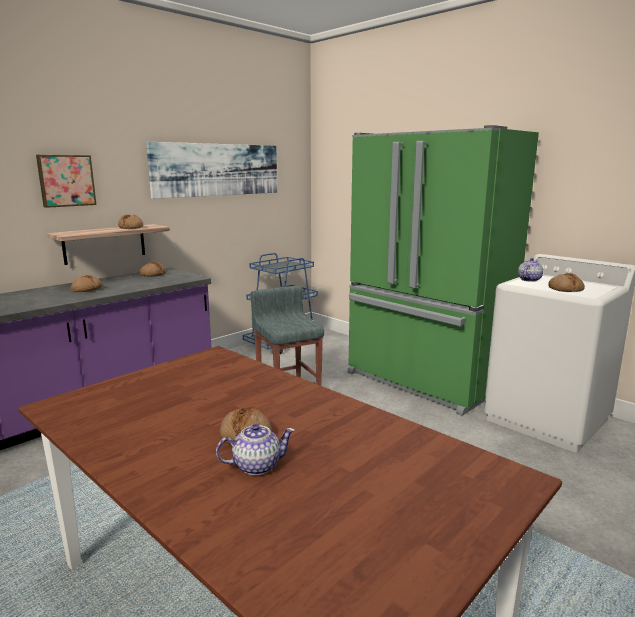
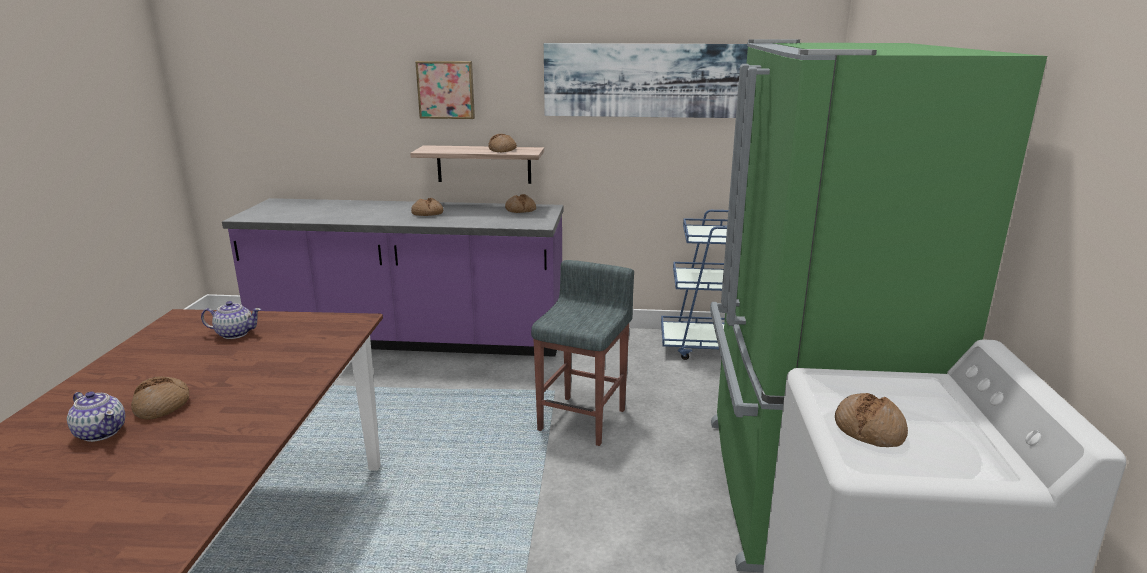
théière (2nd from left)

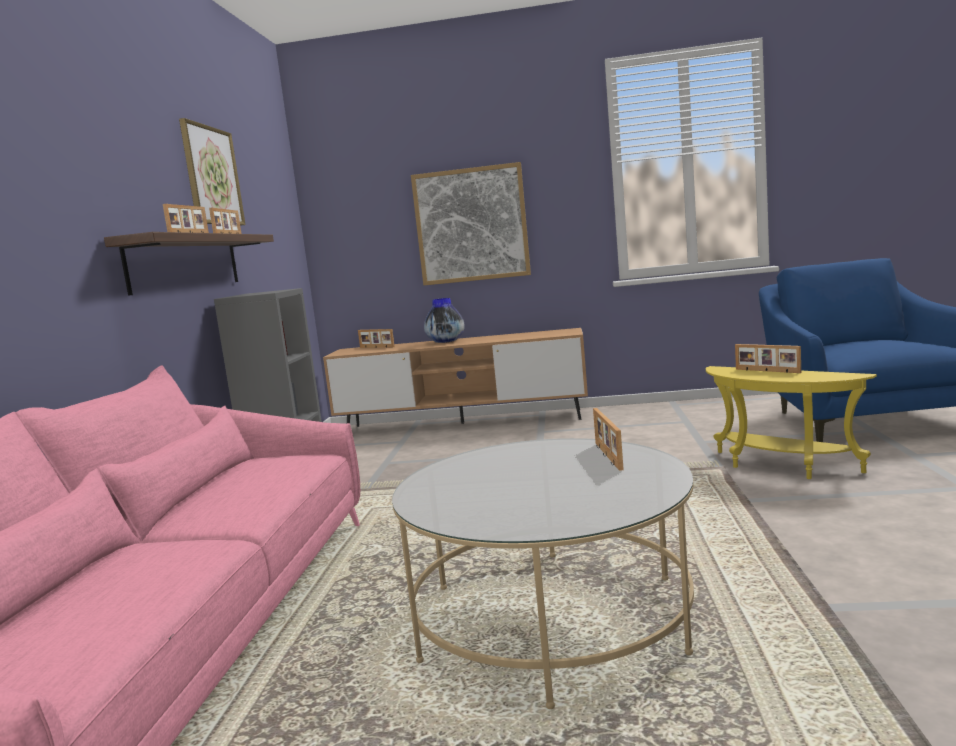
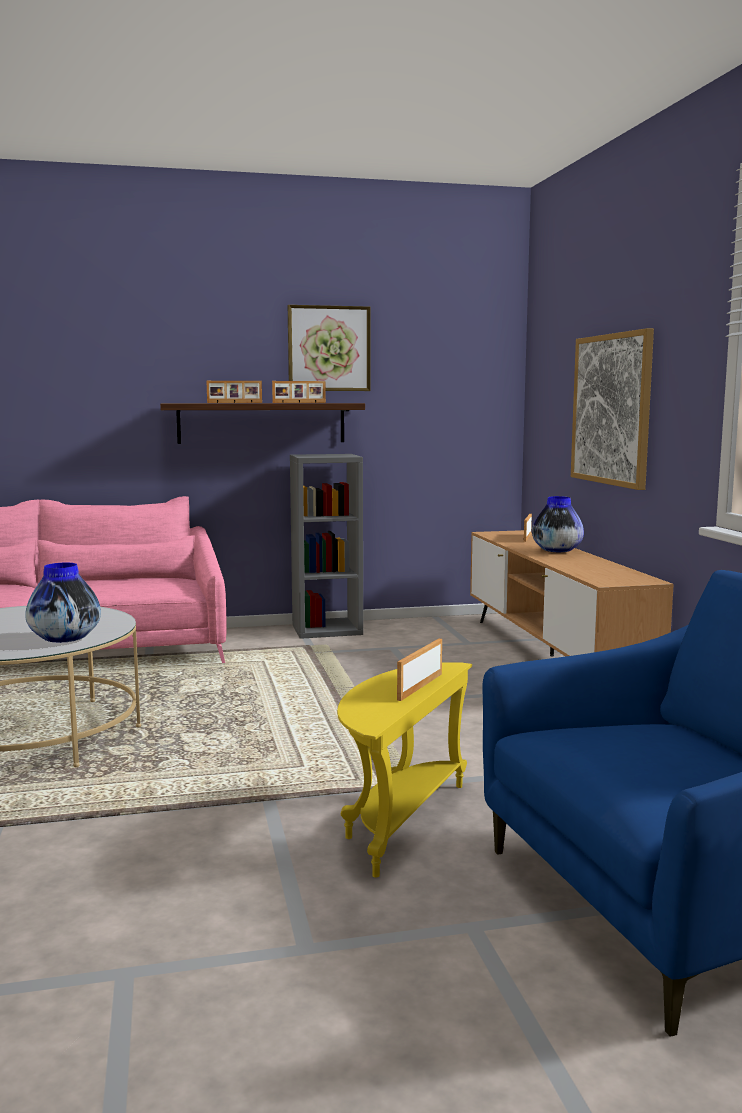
vase (1st from left)

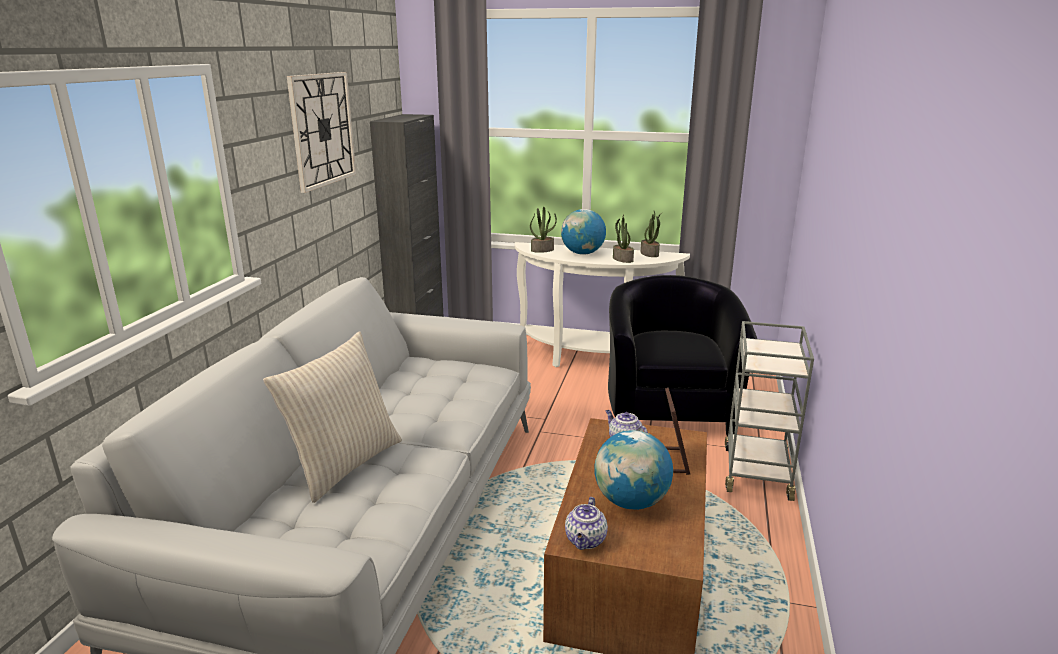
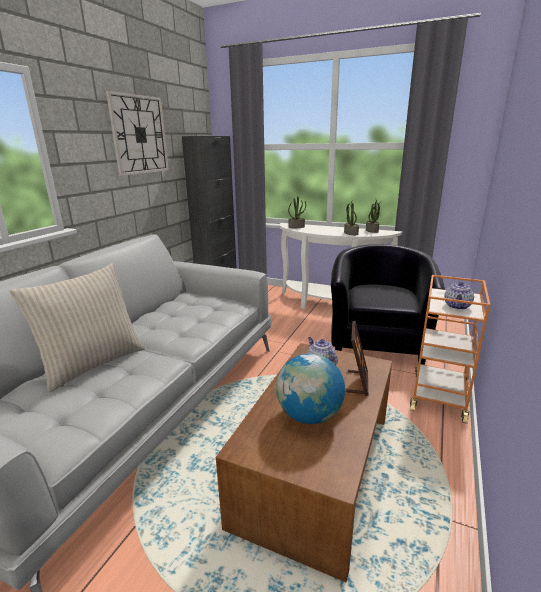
globe (1st from left in the first image)
théière (2nd from left)
chariot (orange)

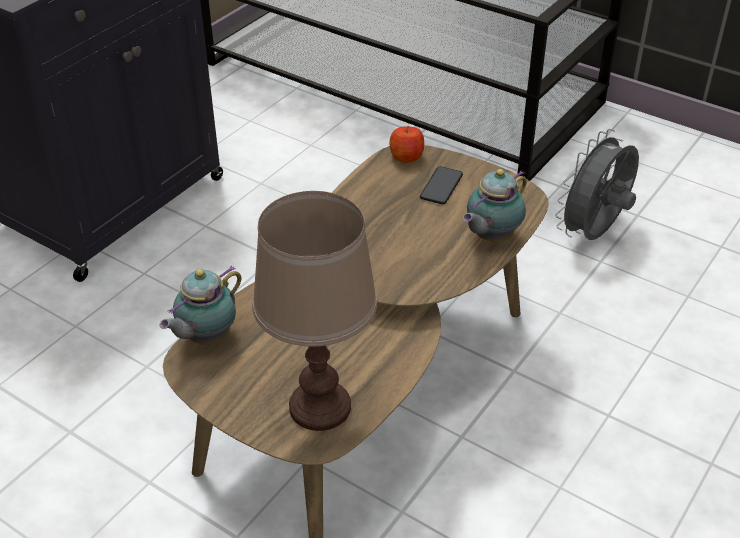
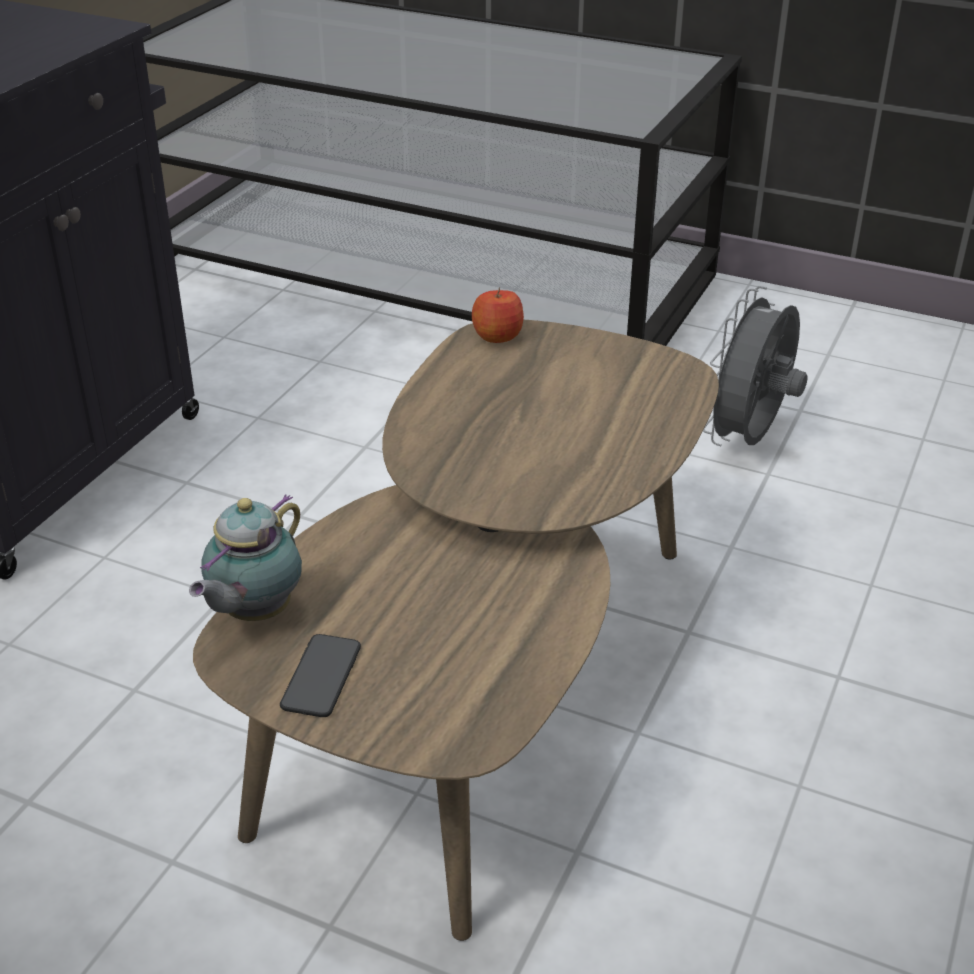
lampe de table (marron)
théière (2nd from left in the first image)
téléphone

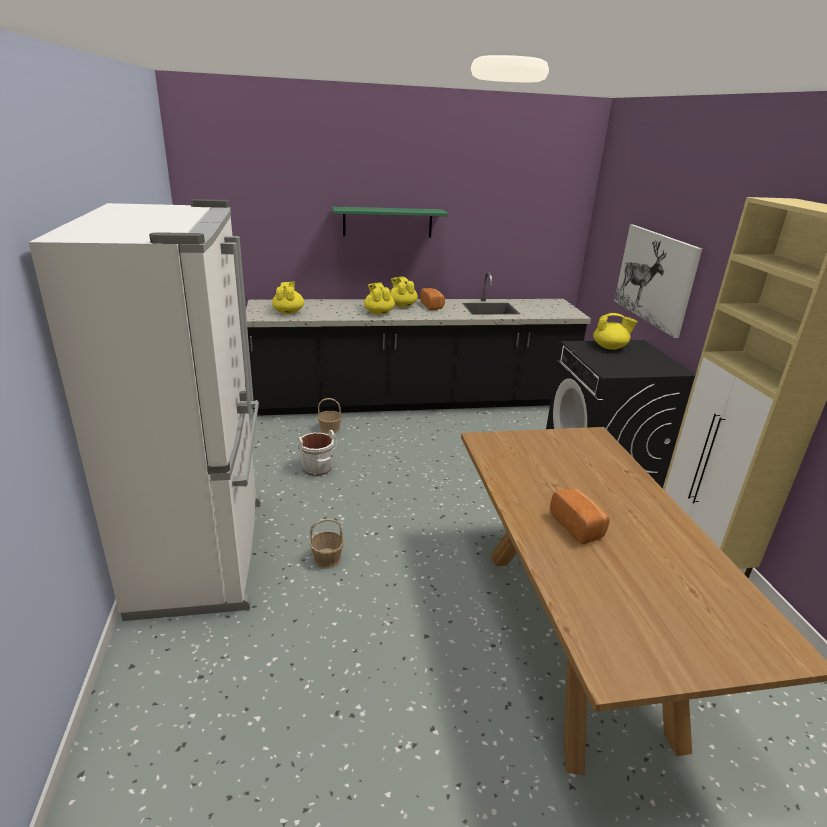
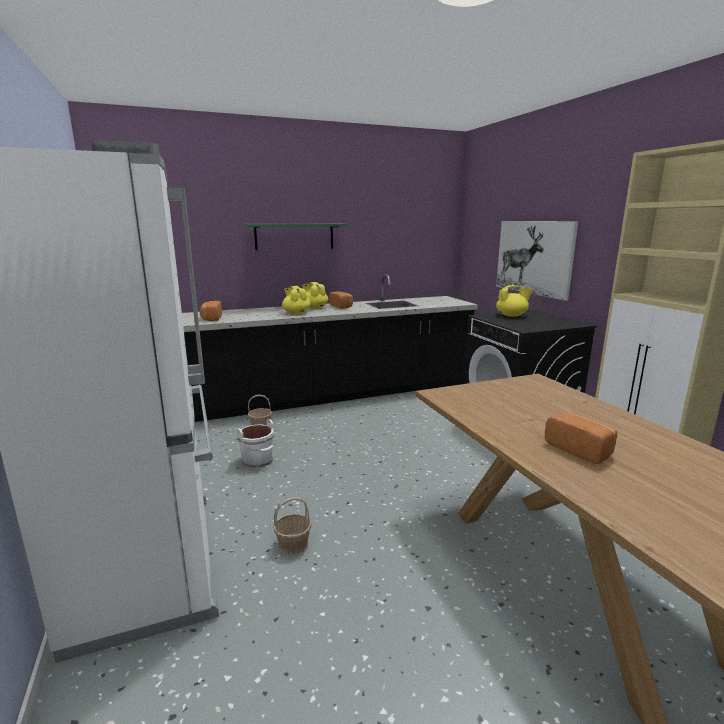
pain (1st from left)

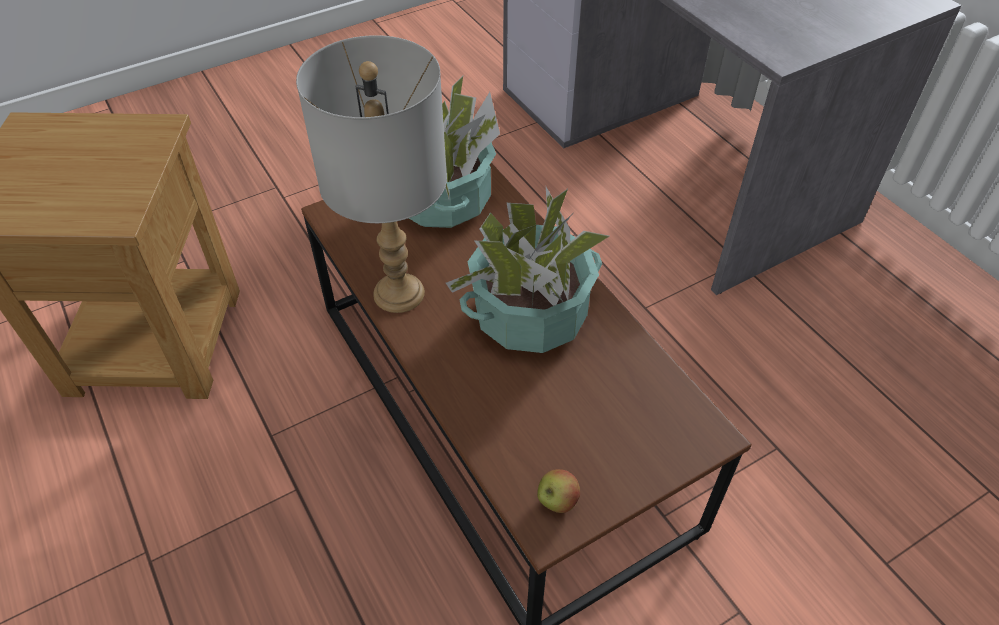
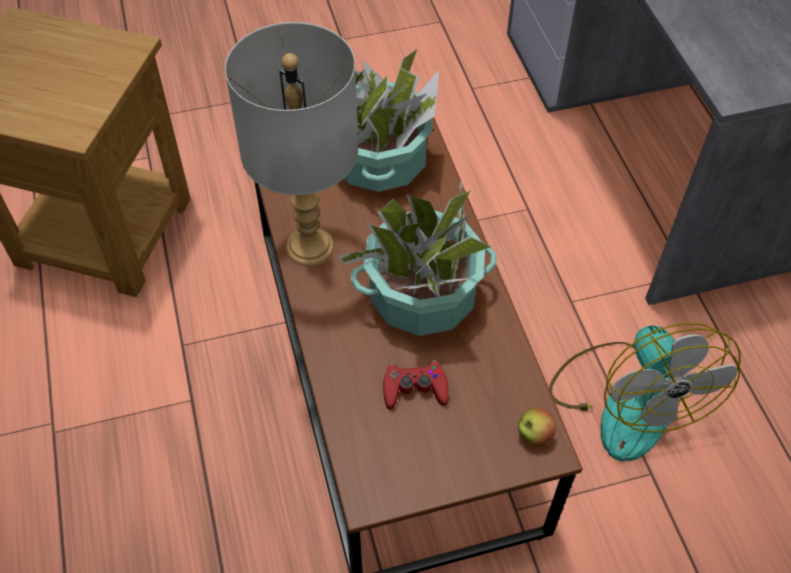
manette (rouge)
ventilateur
pomme

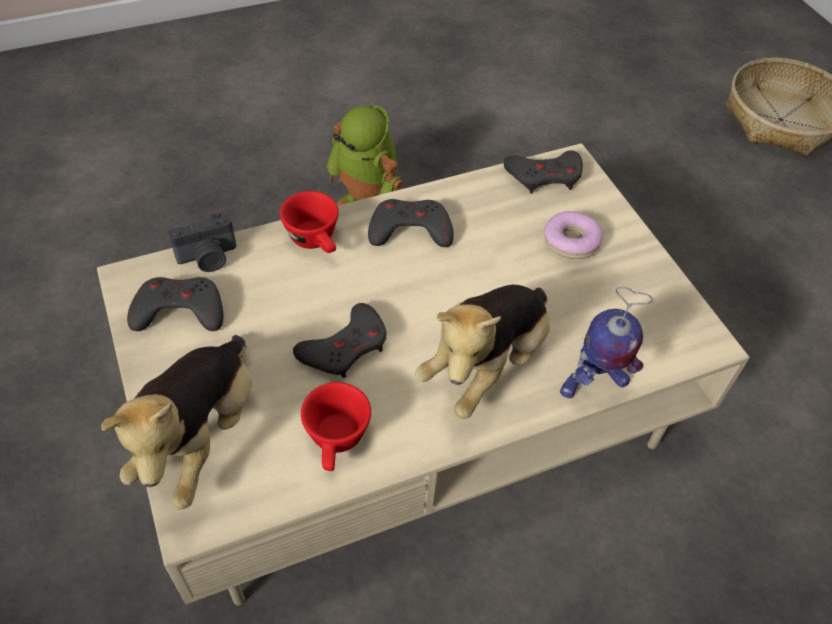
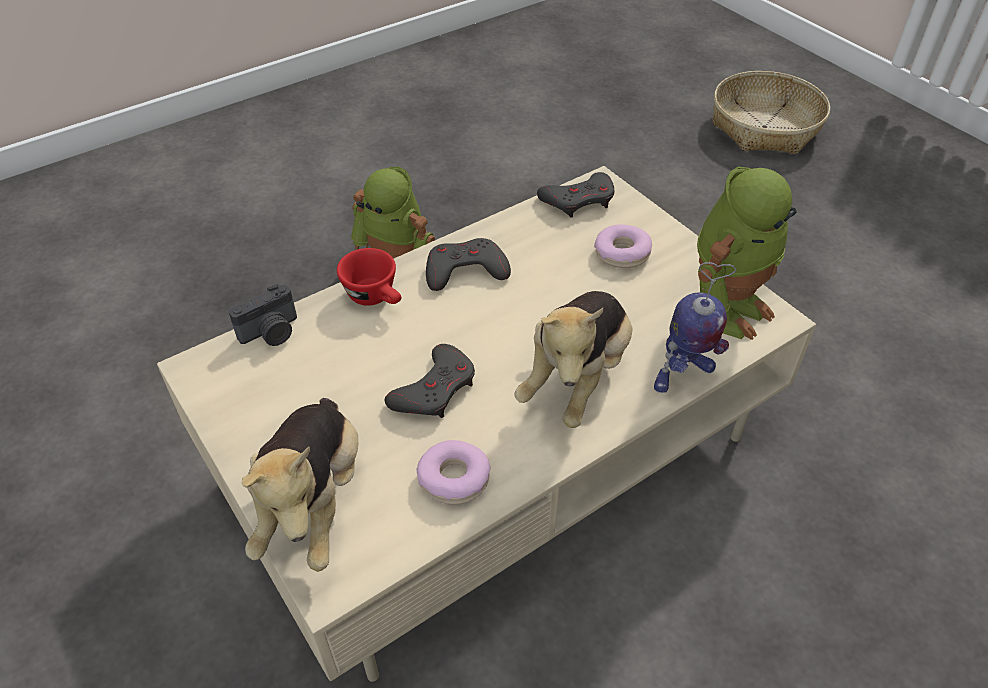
manette (gris) (1st from left in the first image)
robot jouet (3rd from left)
beignet (1st from left)

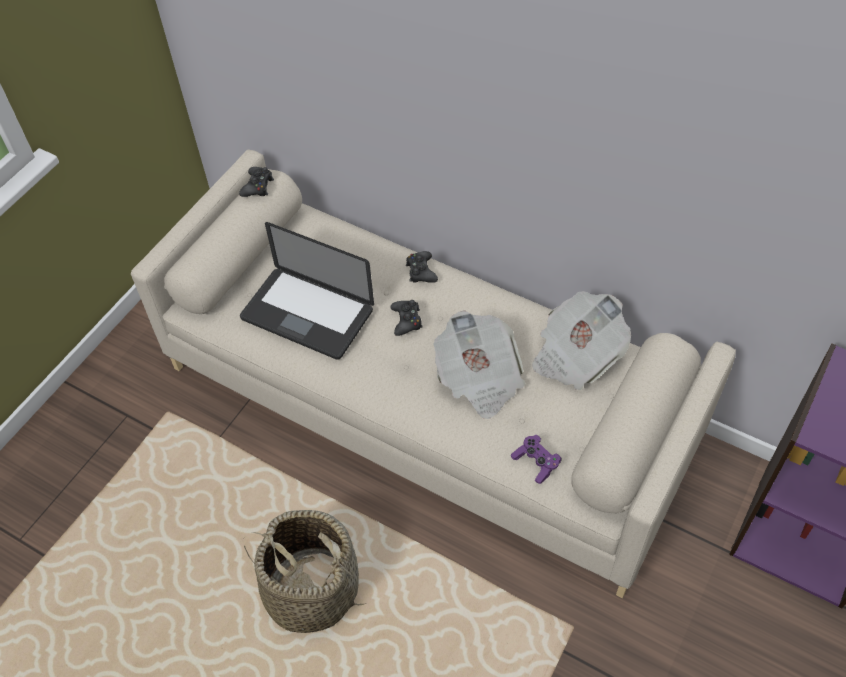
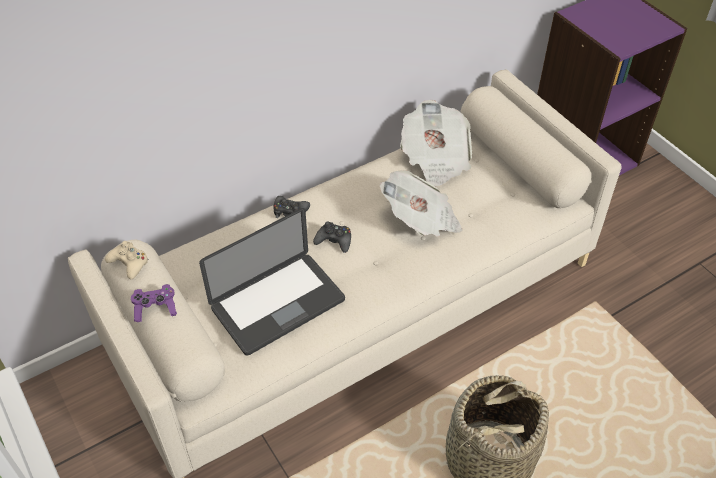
manette (violet)
manette (beige)

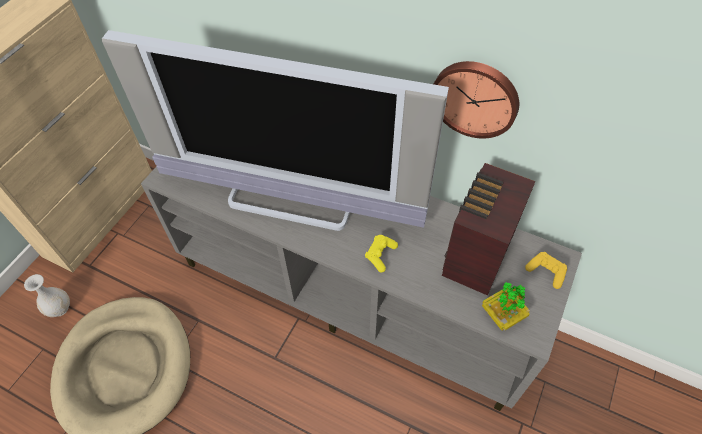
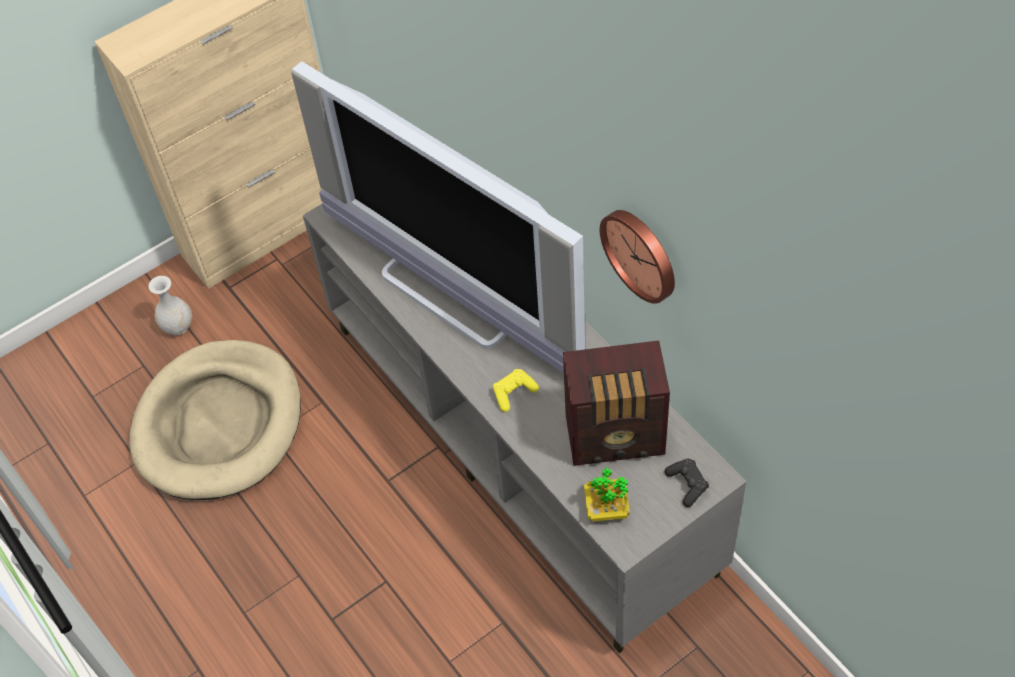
manette (noir)
radio

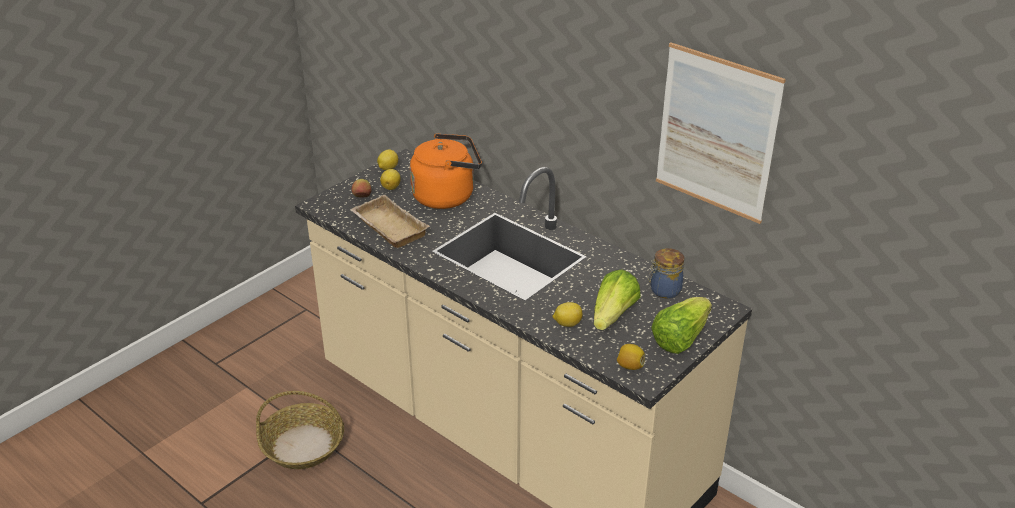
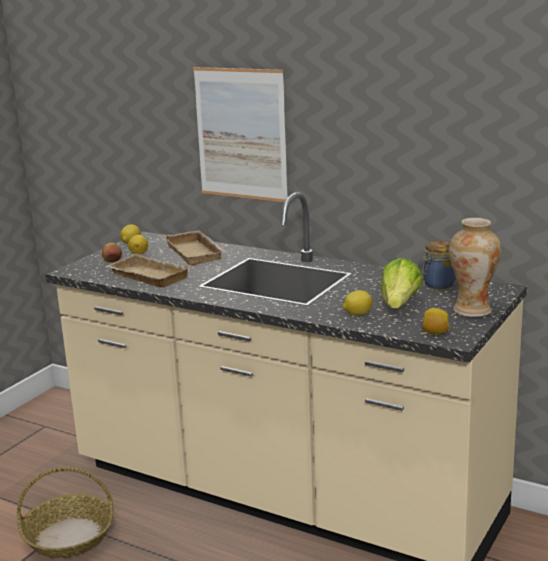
tableau
plateau (beige) (2nd from left)
vase

